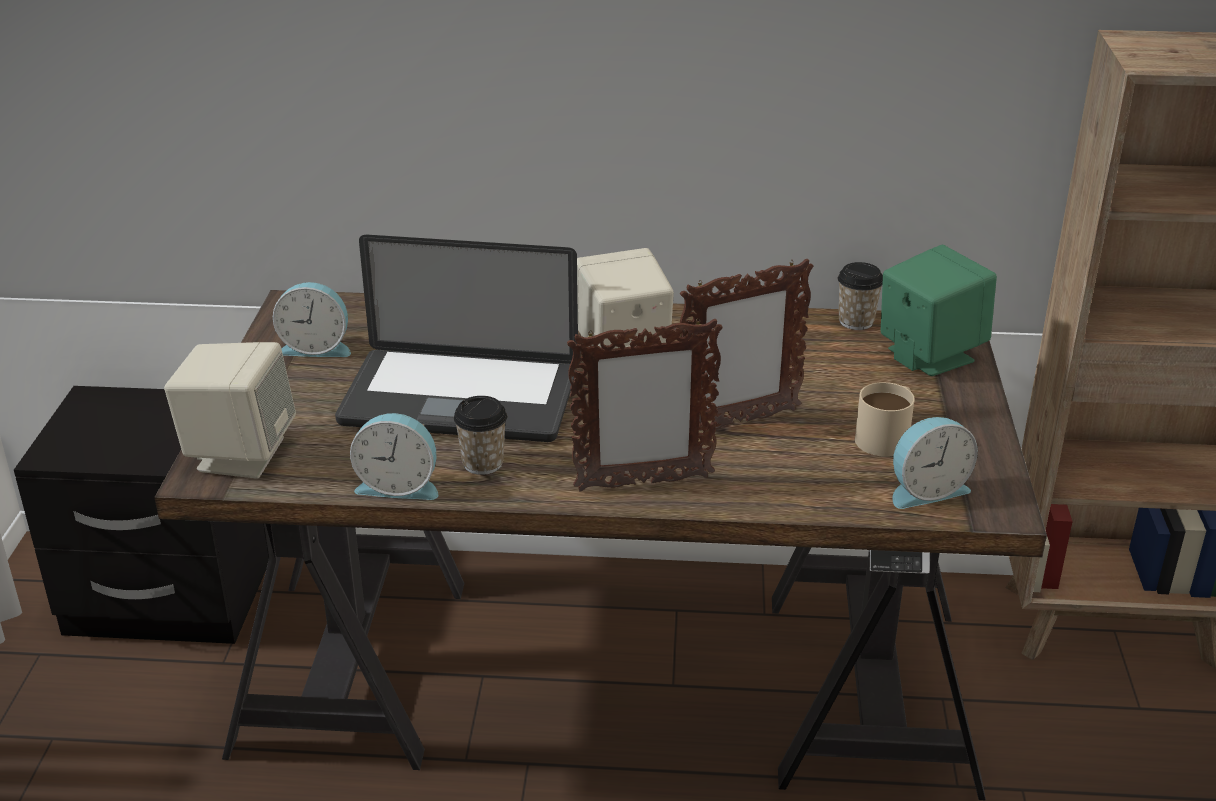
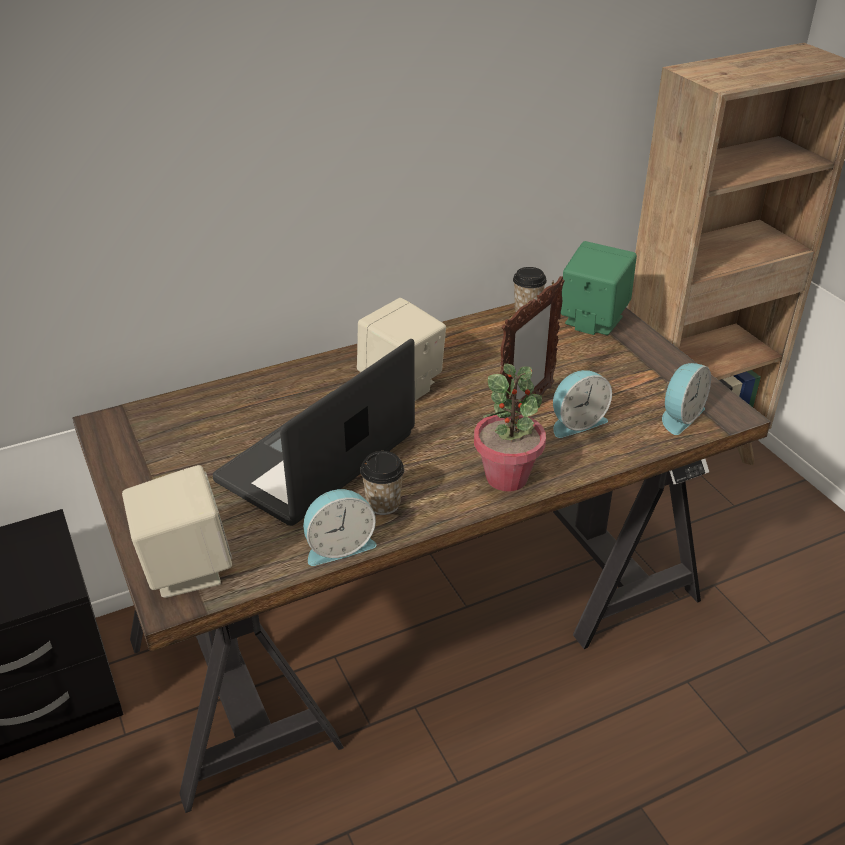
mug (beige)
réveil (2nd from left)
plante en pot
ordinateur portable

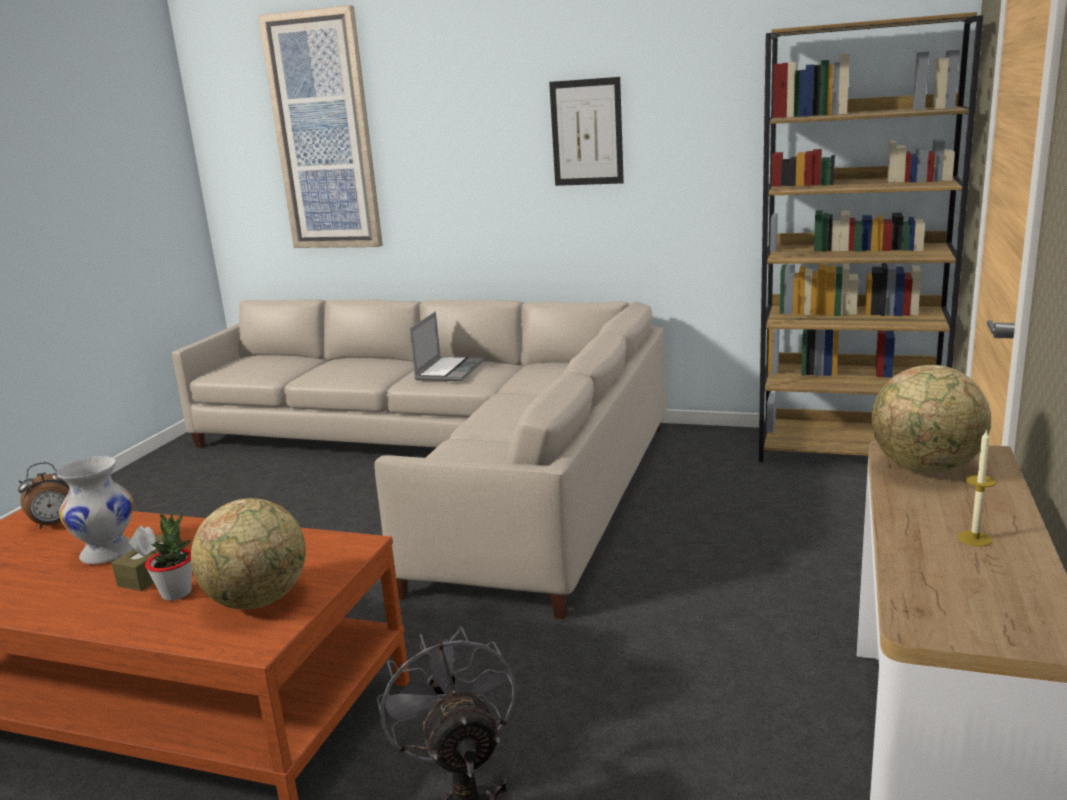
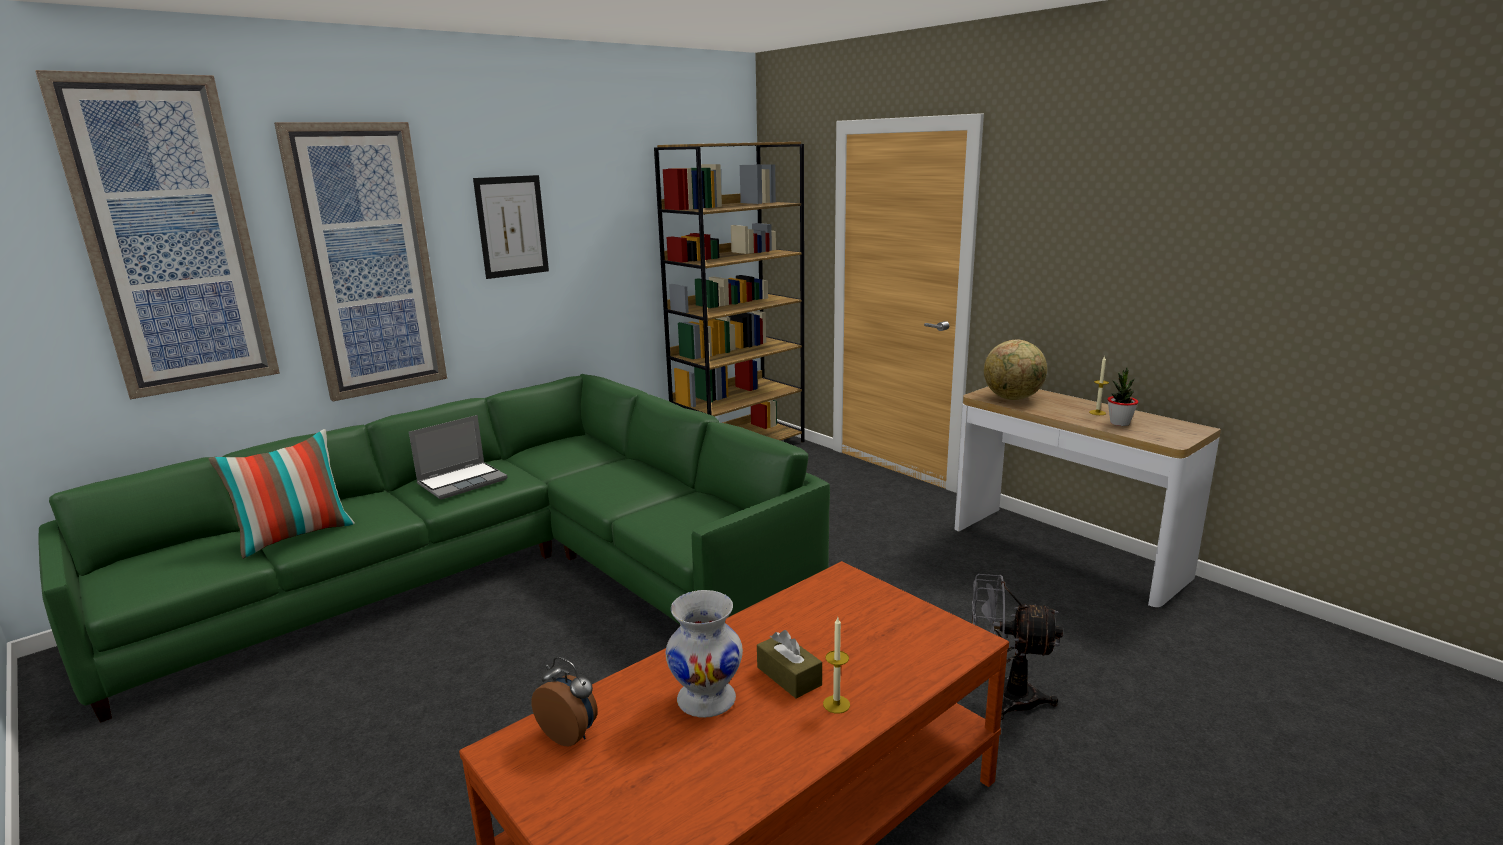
globe (1st from left in the first image)
coussin
tableau (2nd from left)
bougie (1st from left)
plante en pot
canapé (vert)
réveil
ordinateur portable

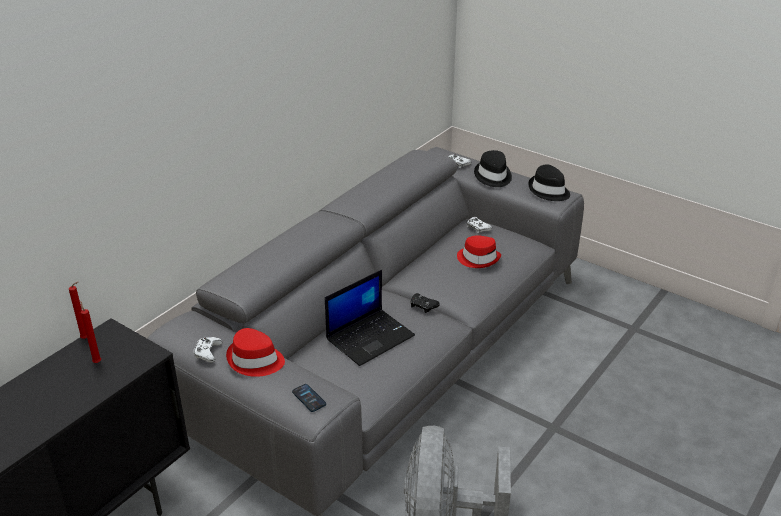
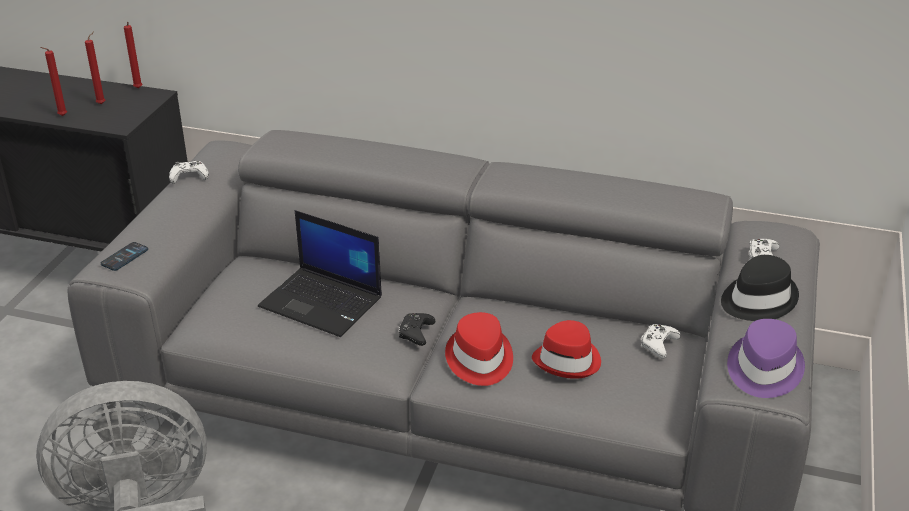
bougie (rouge) (1st from left)
chapeau (rouge) (1st from left)
chapeau (violet)

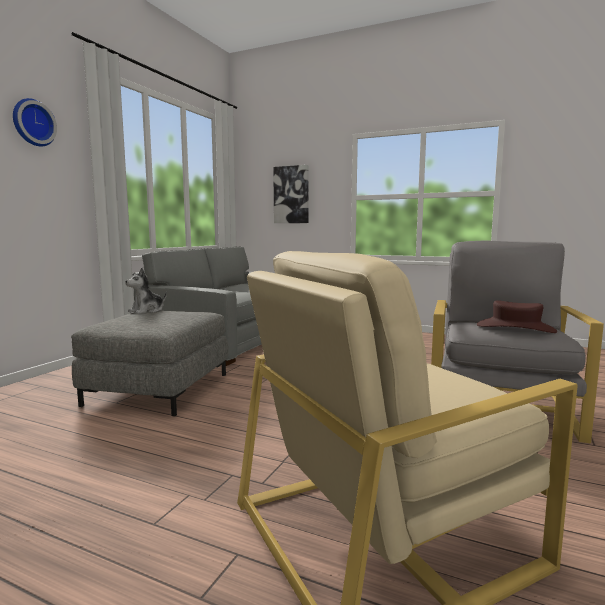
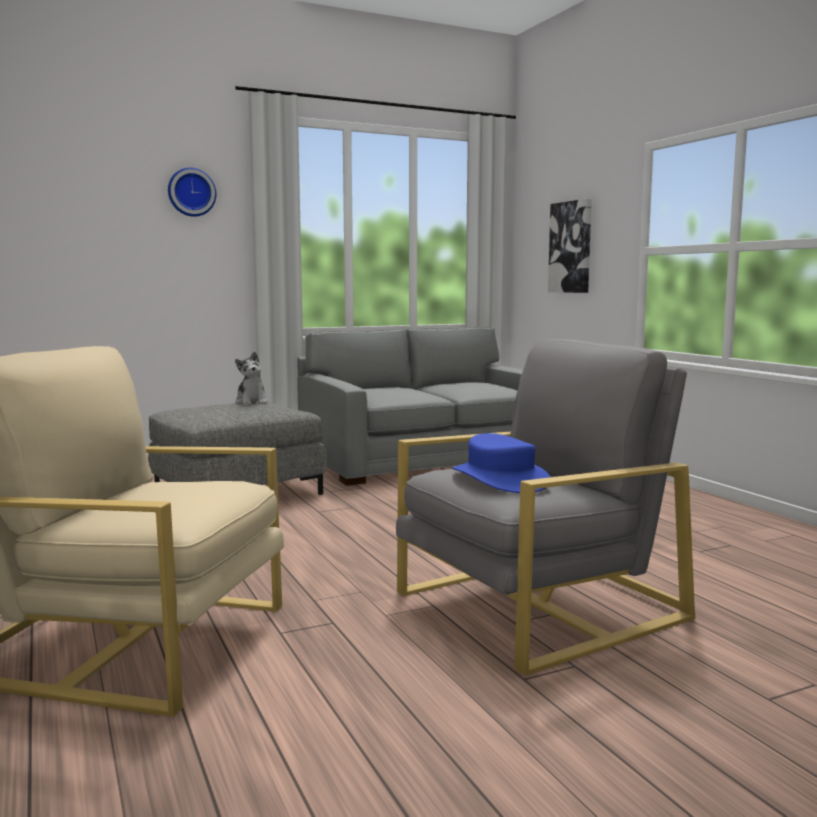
chapeau (bleu)
peluche

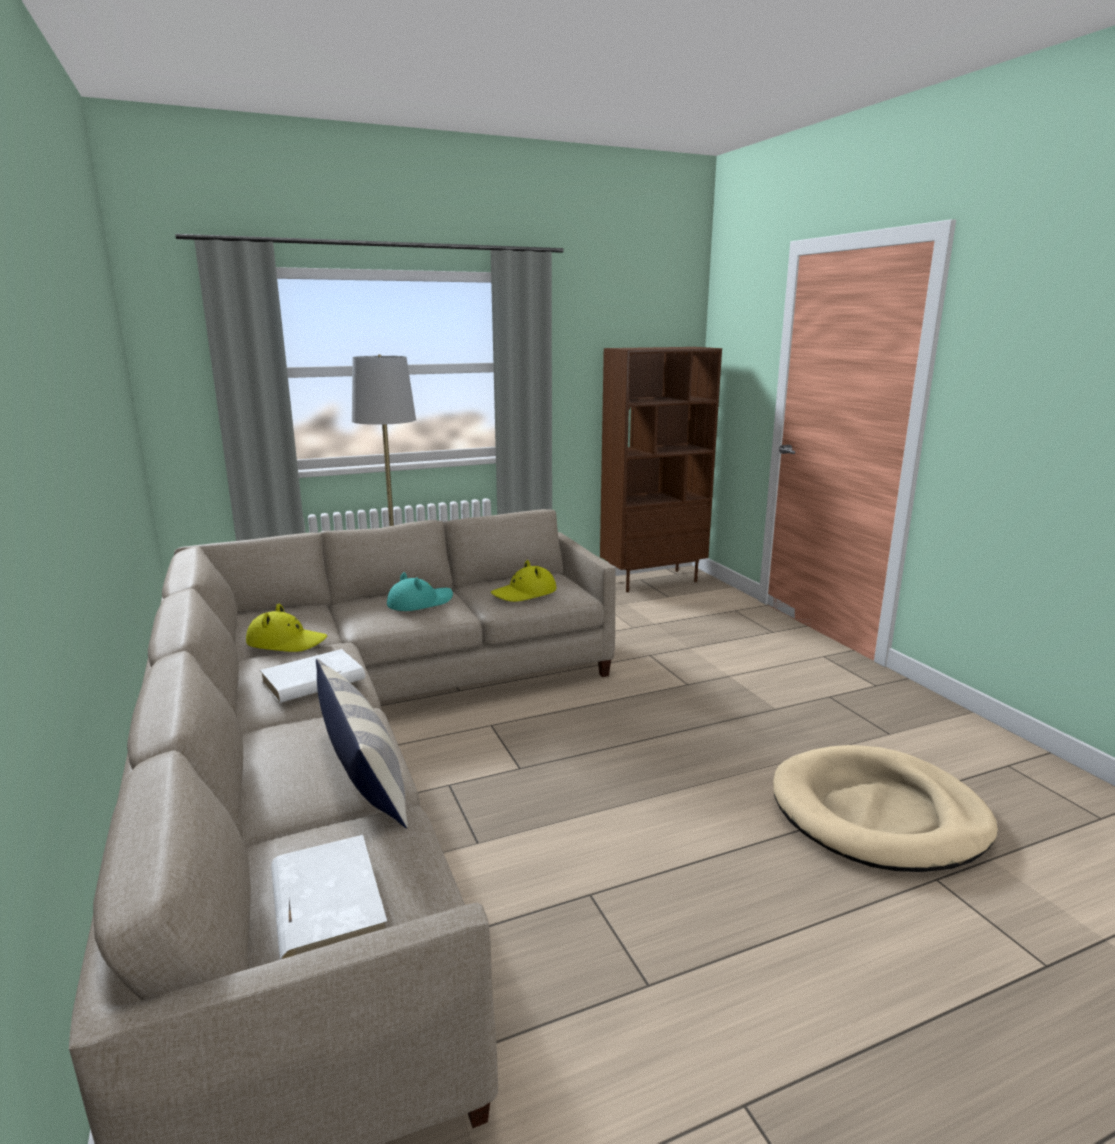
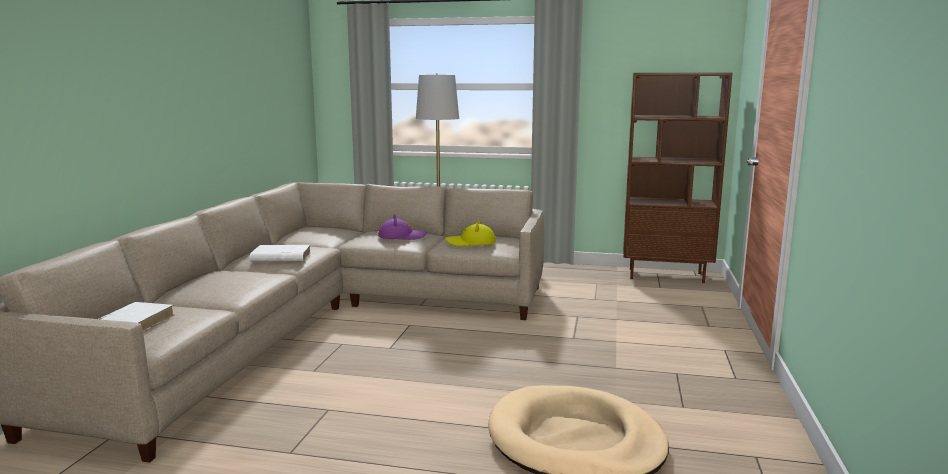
chapeau (jaune) (1st from left in the first image)
coussin
chapeau (violet)

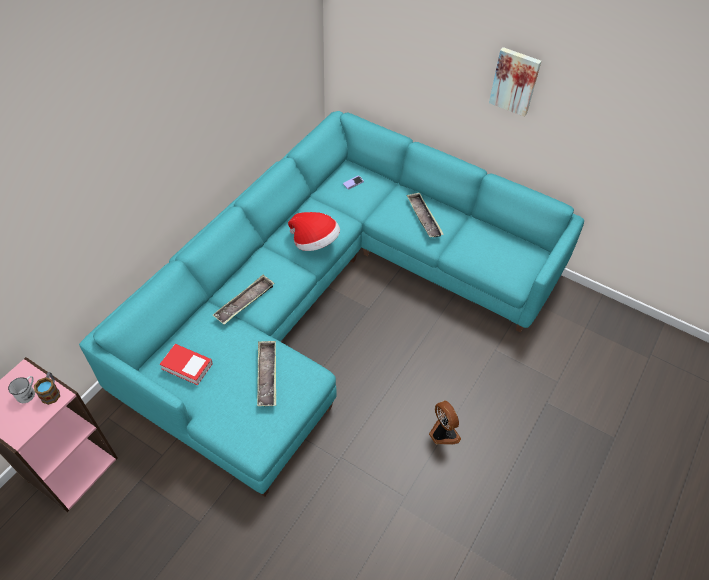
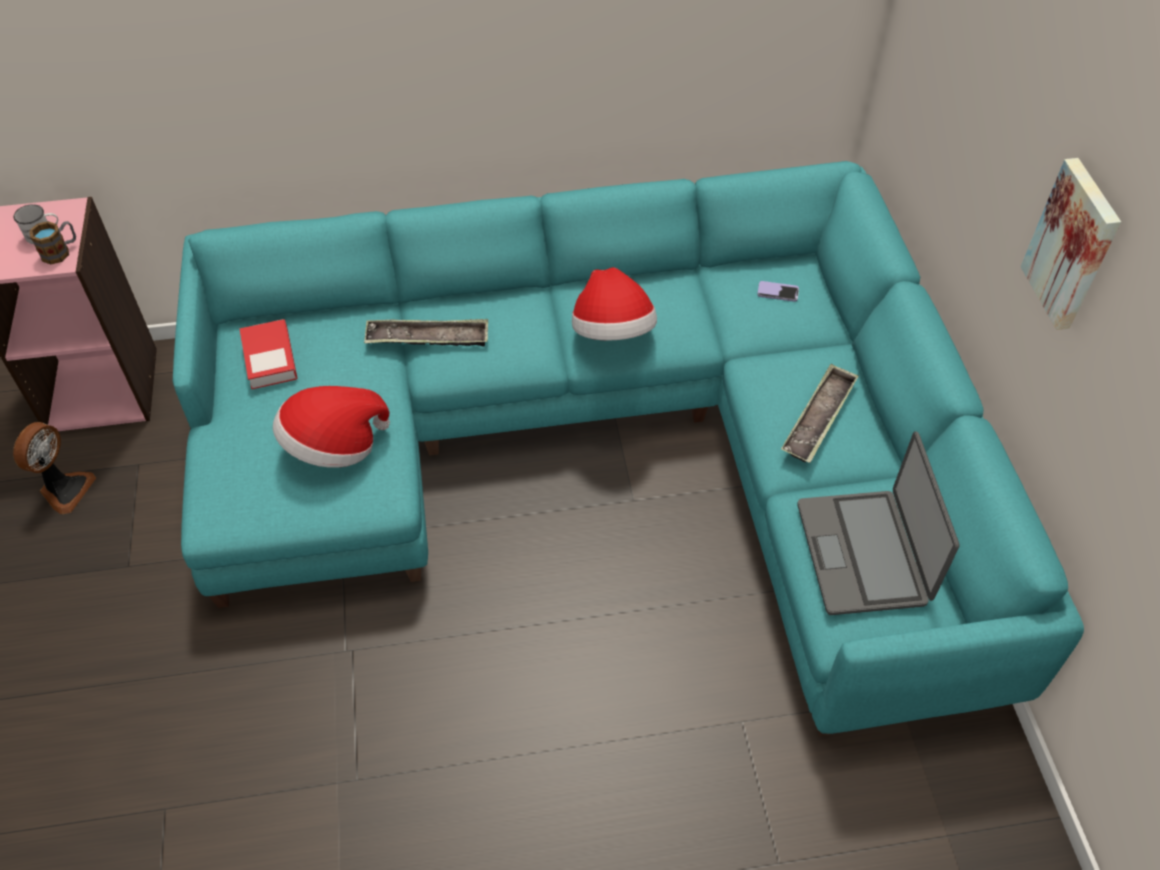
ordinateur portable
ventilateur
chapeau (1st from left)

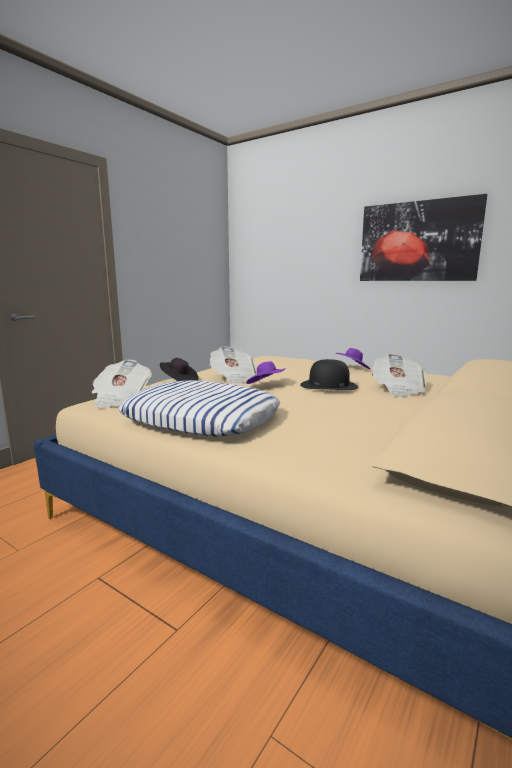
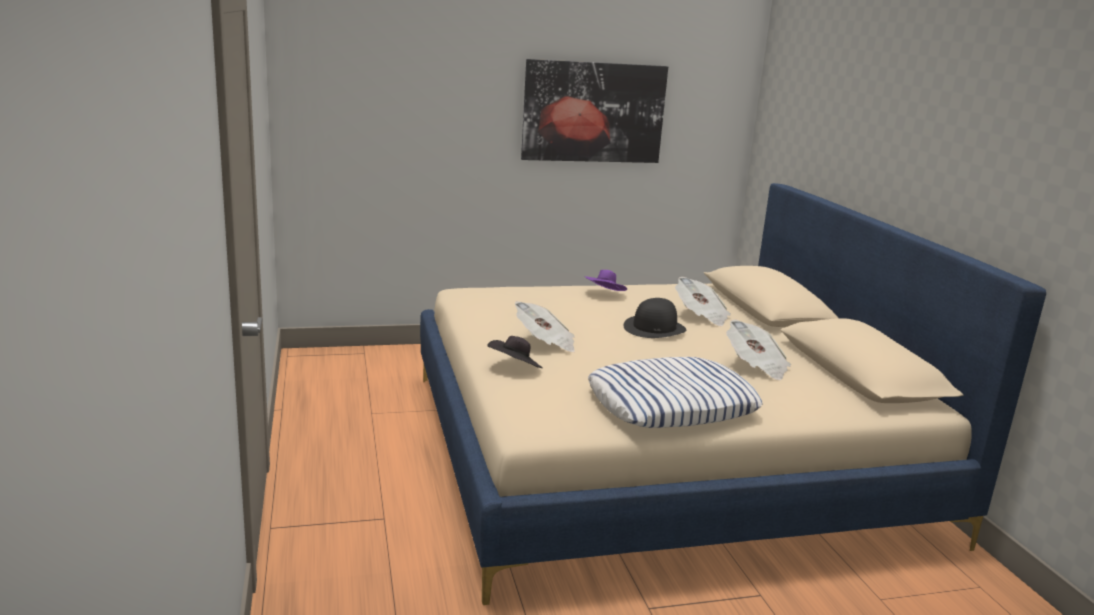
chapeau (violet) (1st from left in the first image)
journal (3rd from left)

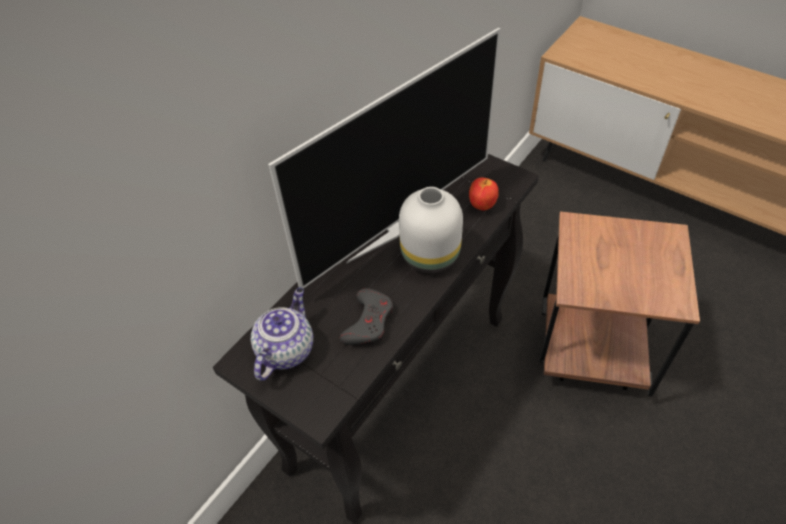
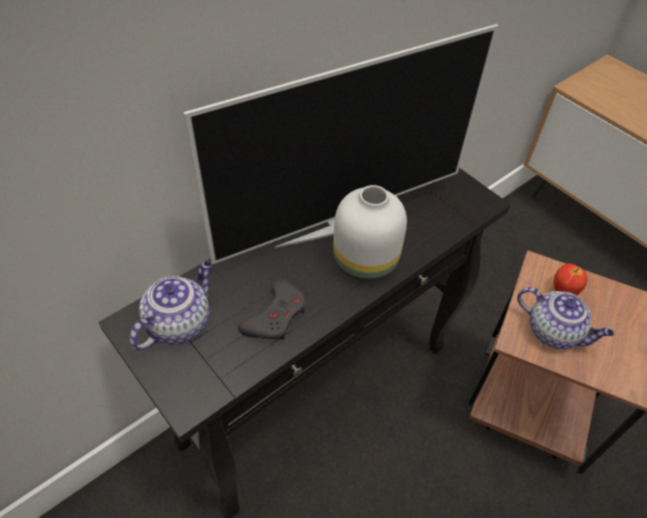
théière (2nd from left)
pomme

